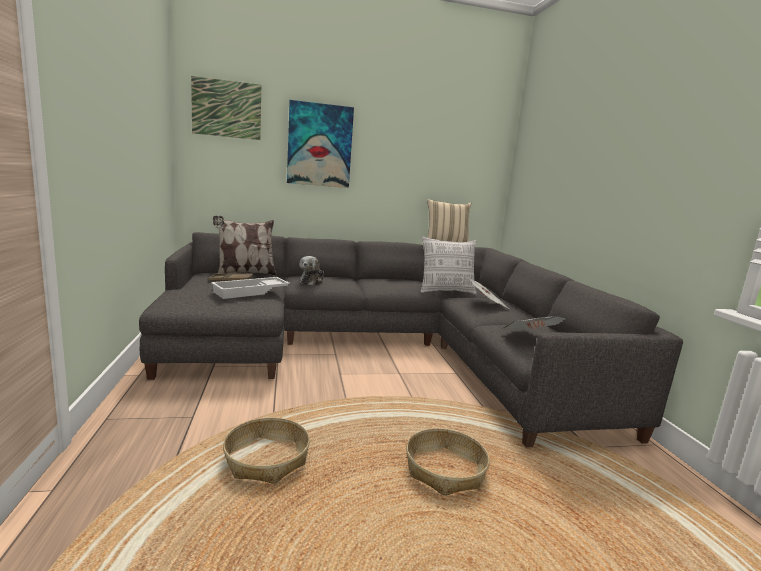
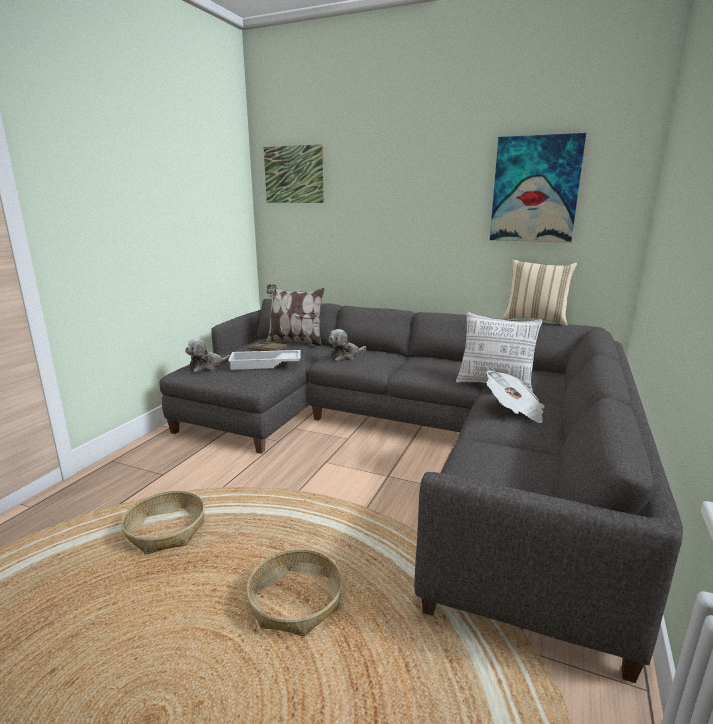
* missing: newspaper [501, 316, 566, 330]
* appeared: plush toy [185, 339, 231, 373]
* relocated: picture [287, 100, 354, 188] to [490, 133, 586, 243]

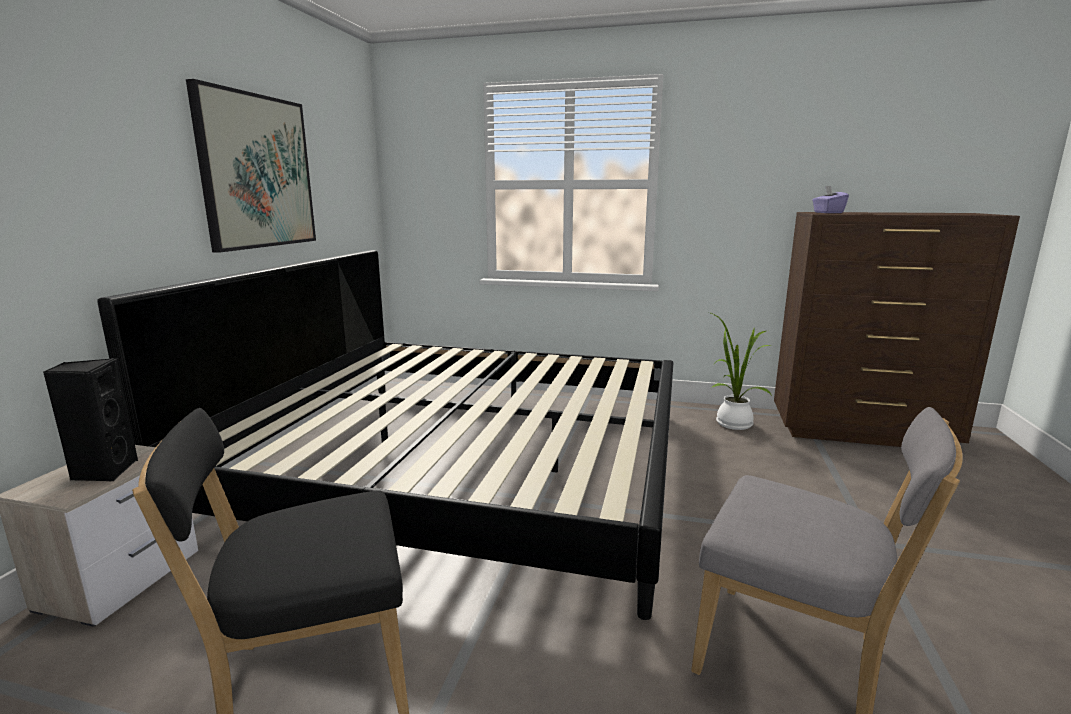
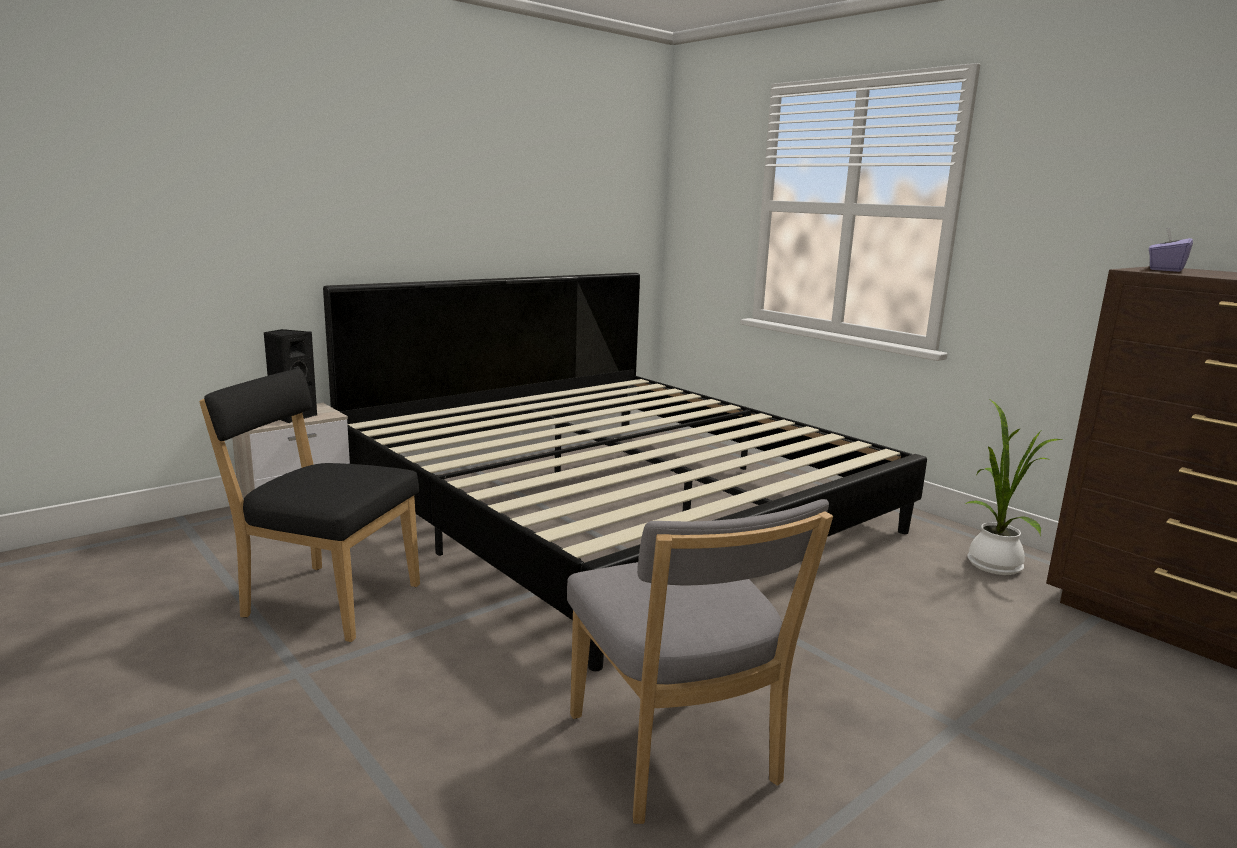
* missing: picture [186, 79, 316, 253]

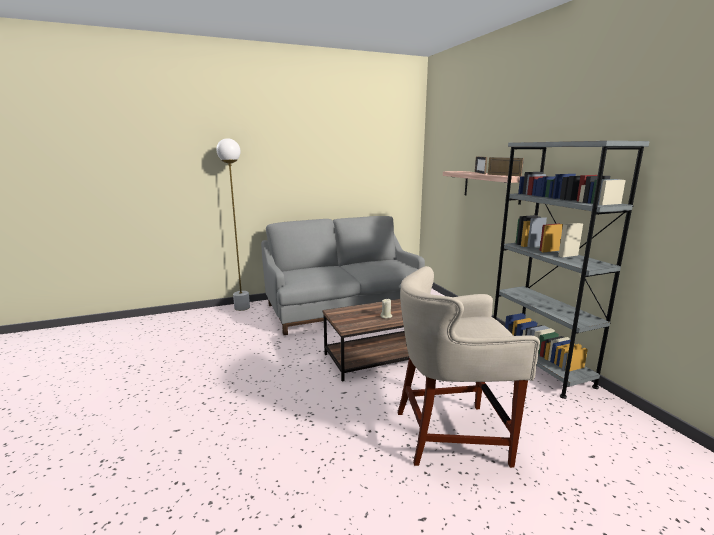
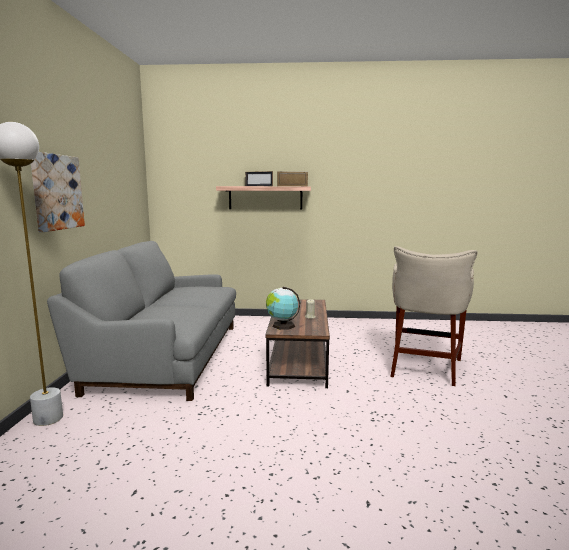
* missing: grey bookcase [493, 141, 650, 399]
* appeared: picture [31, 152, 85, 232]
* appeared: globe [266, 287, 301, 330]

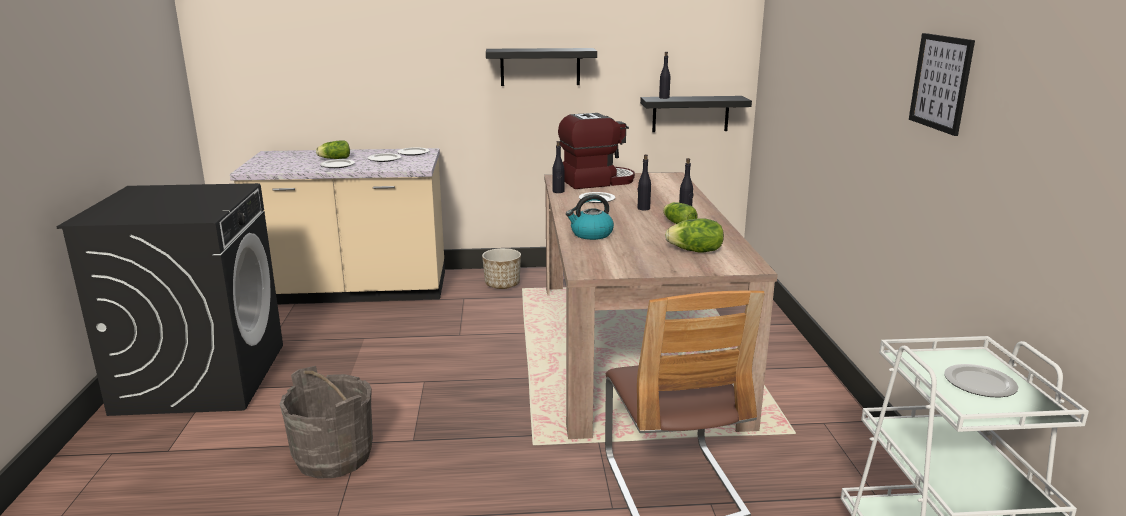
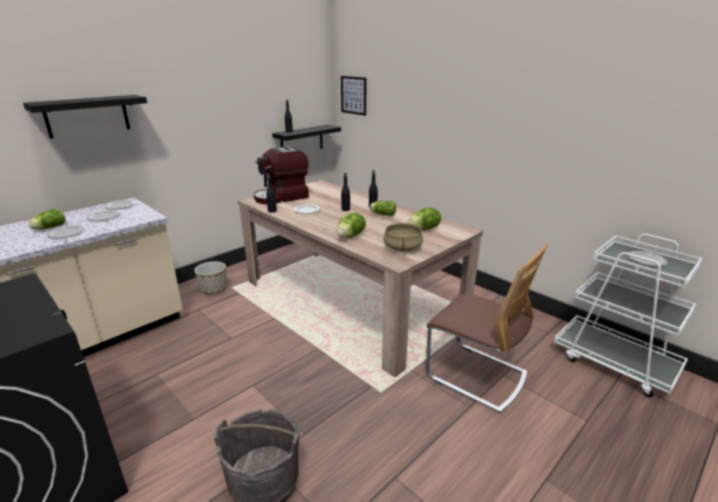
* appeared: beige cooking pot [383, 223, 423, 251]
* relocated: black shelf [486, 48, 597, 86] to [23, 95, 147, 139]
* relocated: picture [909, 33, 975, 136] to [341, 76, 366, 116]
* exchanged: kettle [566, 195, 614, 240] to lettuce [337, 213, 366, 238]
* spun: coffee machine [558, 113, 635, 189] = [254, 146, 309, 204] 150 degrees counterclockwise

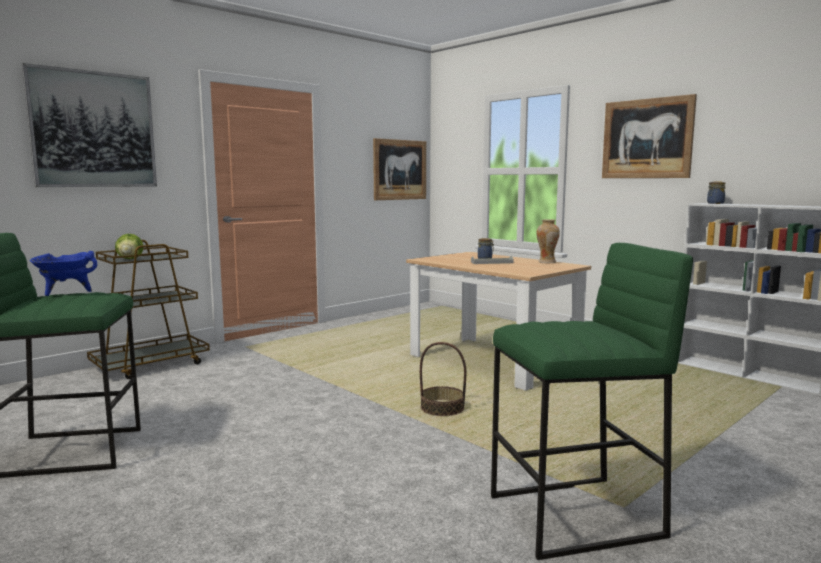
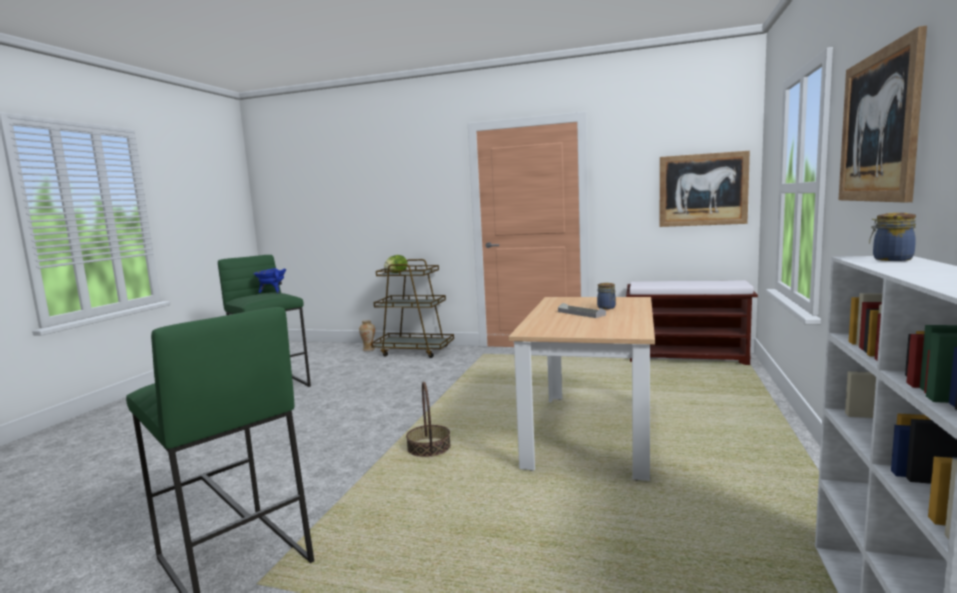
* missing: picture [22, 63, 157, 187]
* appeared: brown bench [626, 280, 758, 365]
* relocated: vase [536, 219, 560, 263] to [359, 320, 375, 351]

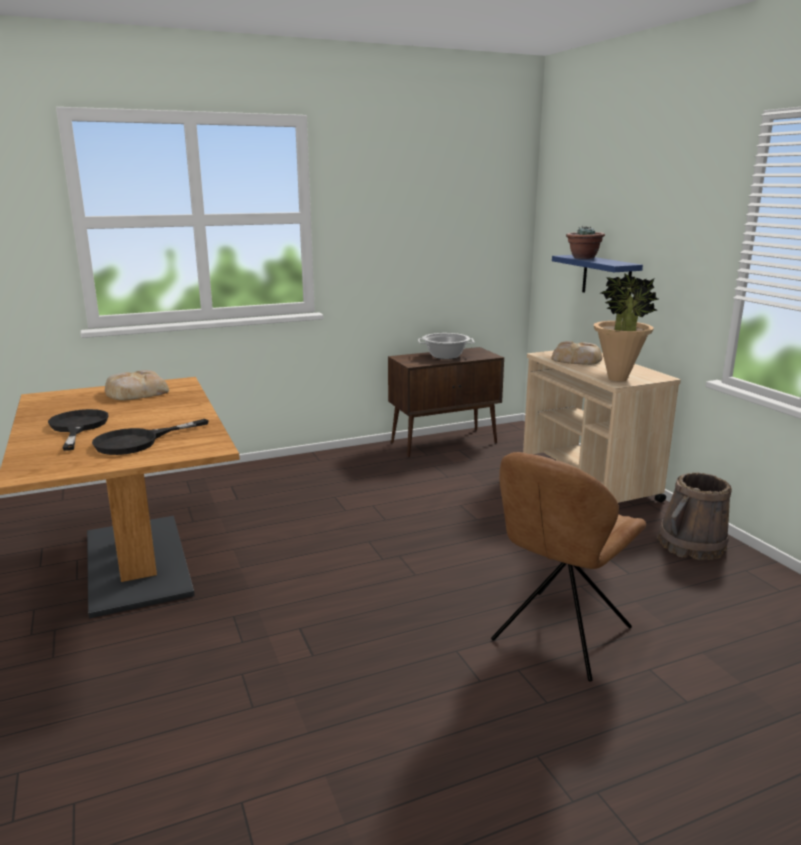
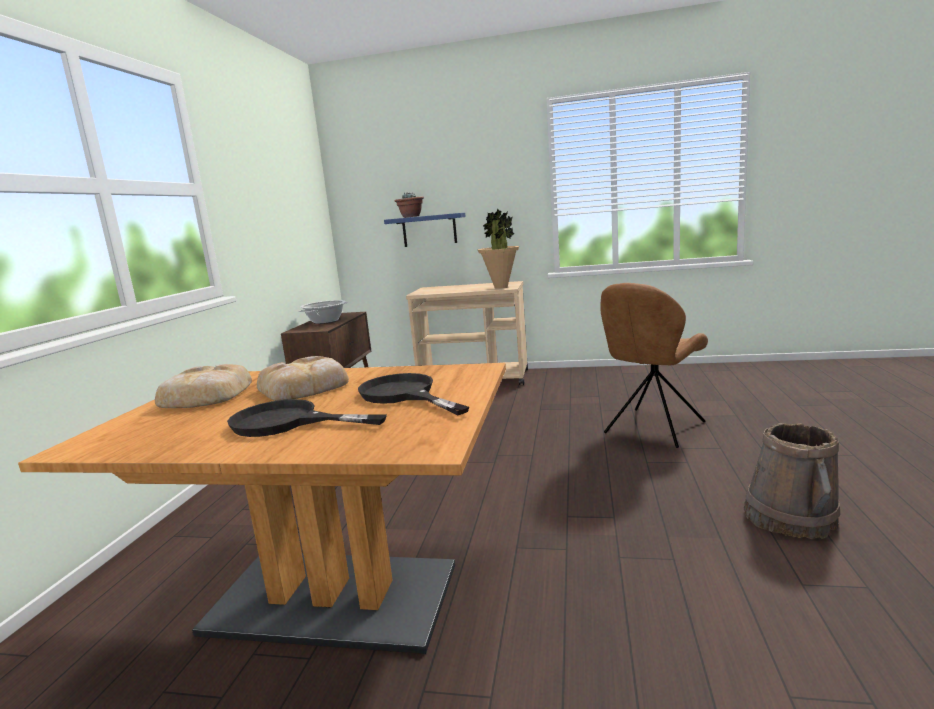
* relocated: bread [551, 341, 602, 365] to [257, 356, 349, 401]
* relocated: brown bucket [657, 472, 732, 560] to [744, 423, 840, 539]
* spun: black frying pan [92, 419, 209, 455] = [358, 373, 469, 416] 150 degrees clockwise
* spun: brown chair [491, 452, 646, 682] = [601, 283, 708, 448] 60 degrees clockwise

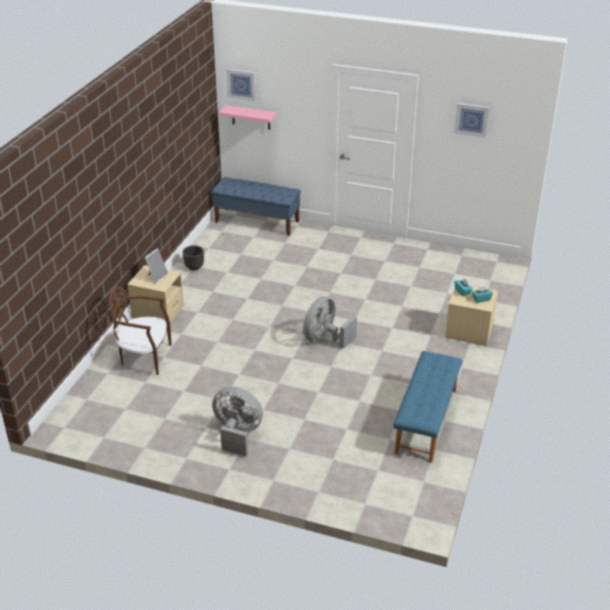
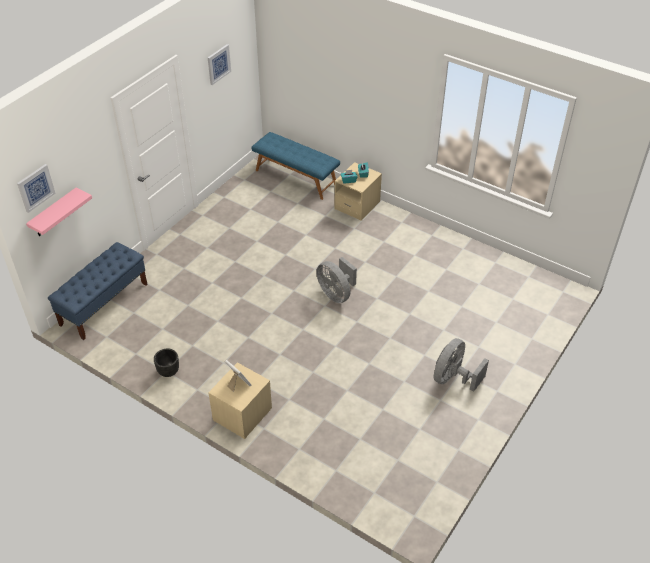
* missing: brown chair [109, 286, 171, 375]
* relocated: blue bench [393, 351, 462, 463] to [251, 132, 340, 200]

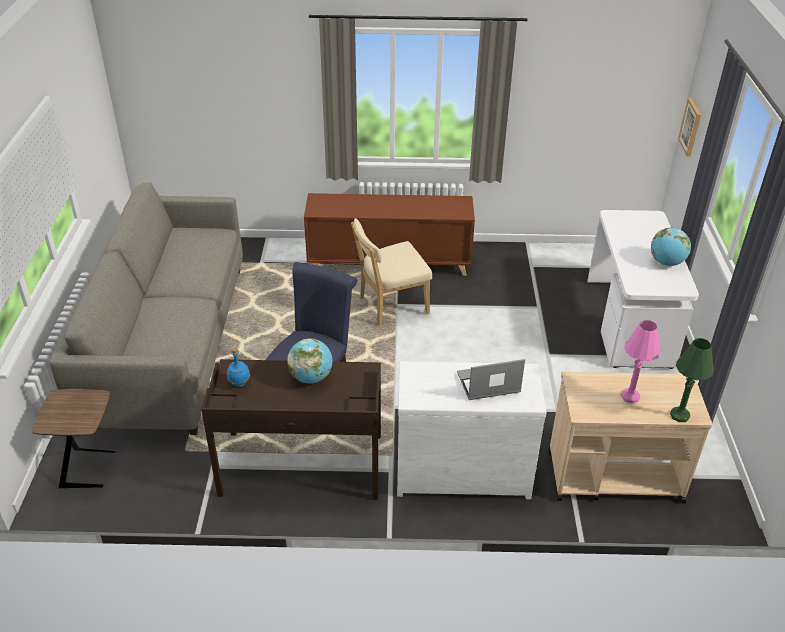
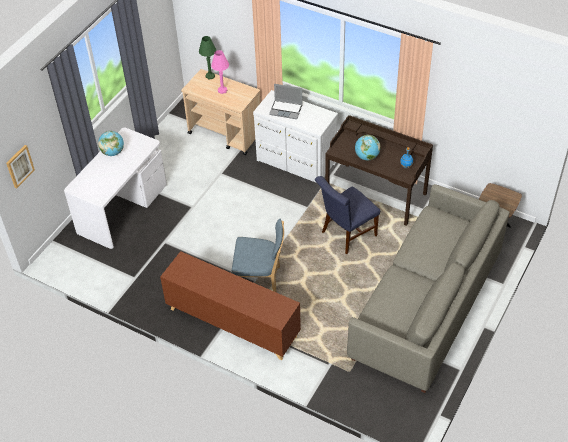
* colour: beige chair [351, 218, 432, 326] to blue chair [232, 219, 284, 293]

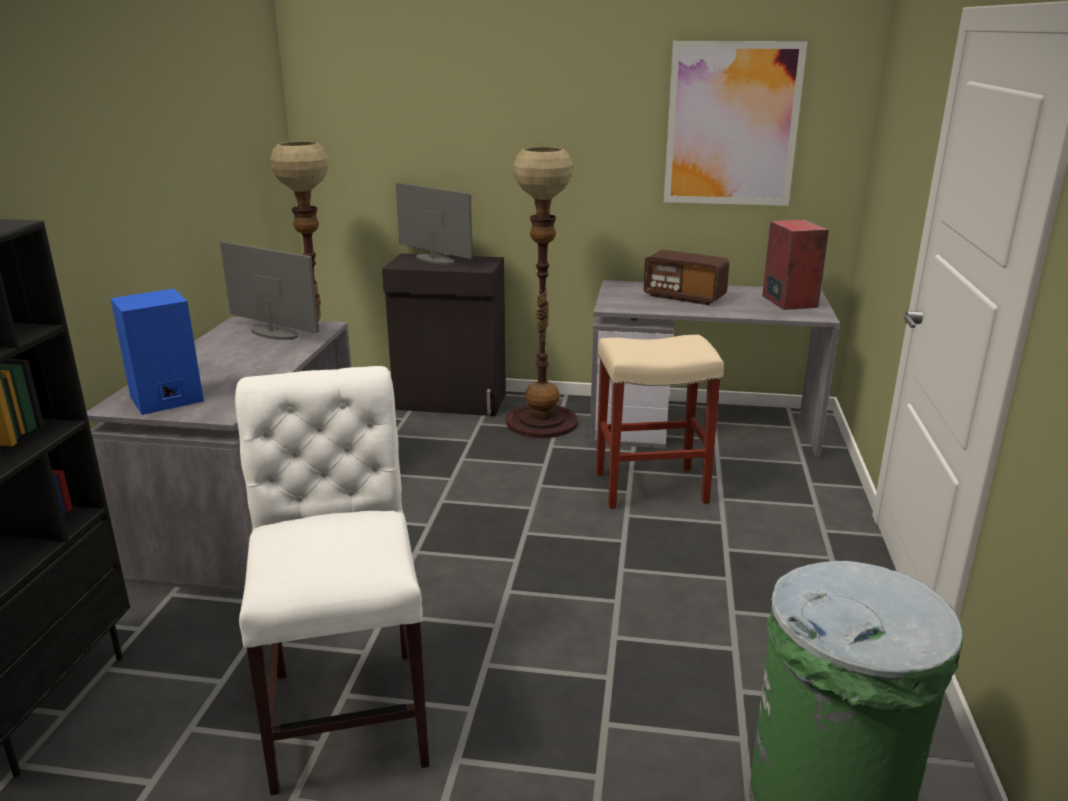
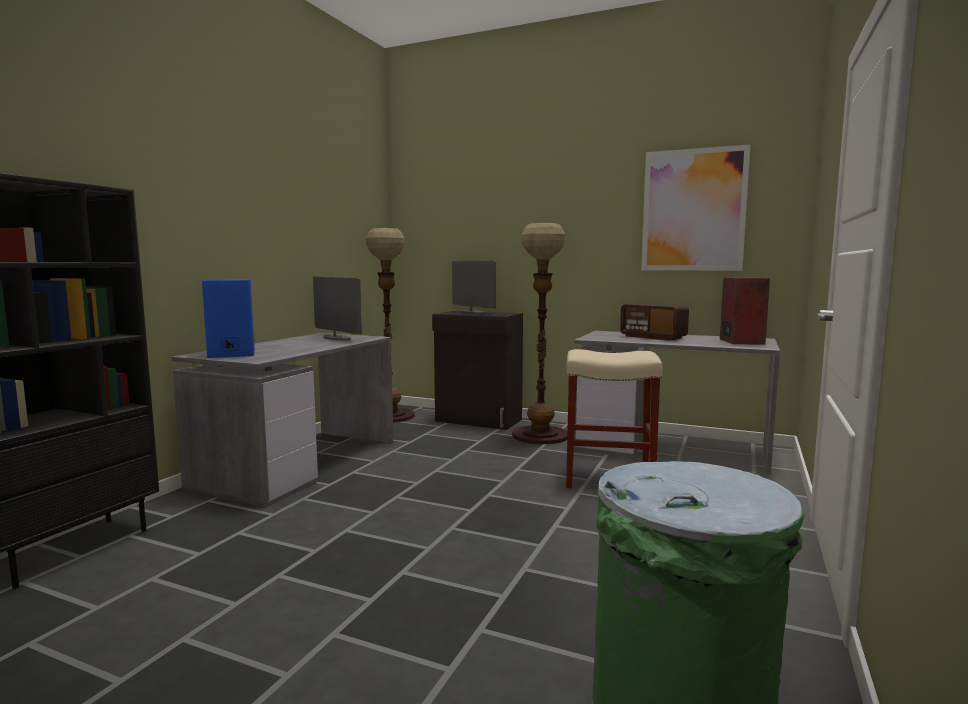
* missing: white chair [235, 366, 429, 795]

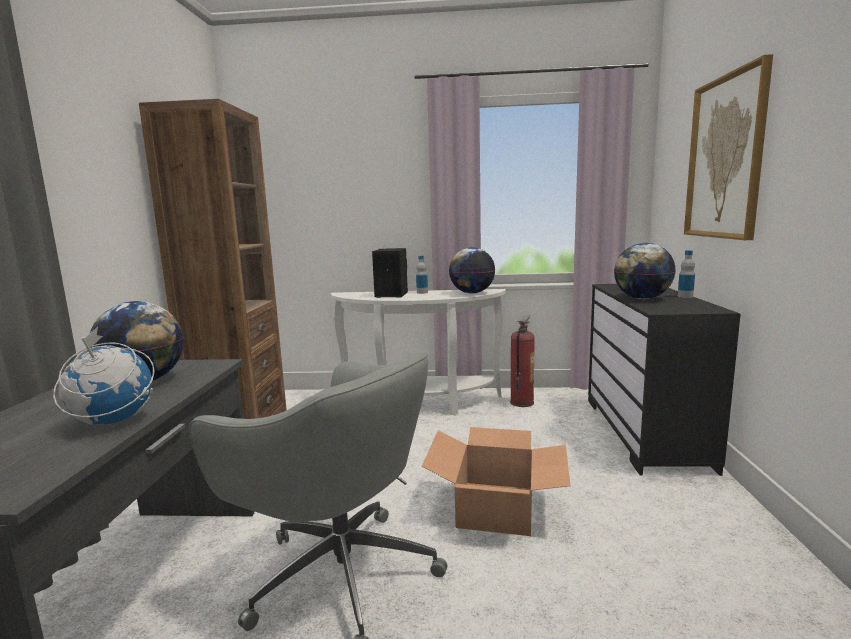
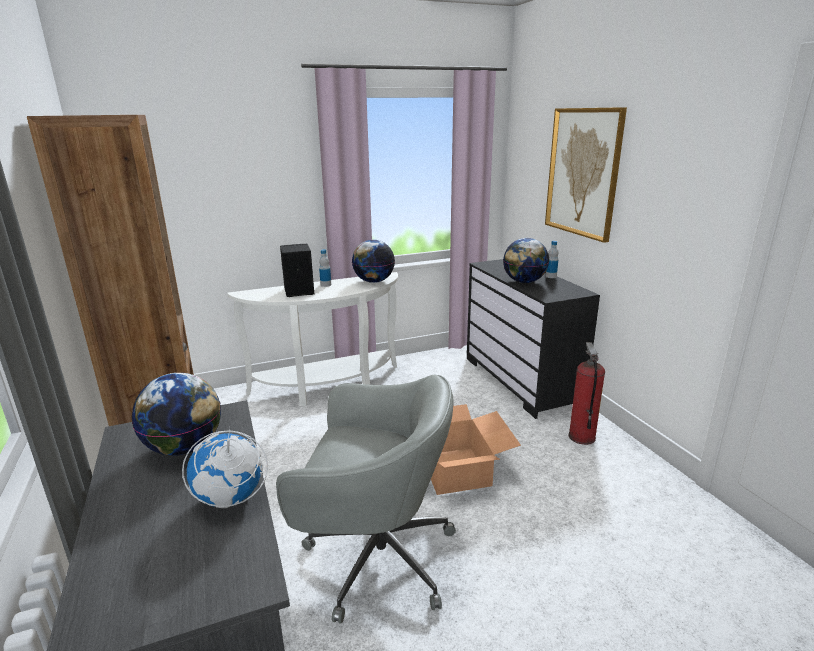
* relocated: fire extinguisher [510, 315, 535, 407] to [568, 342, 605, 445]

